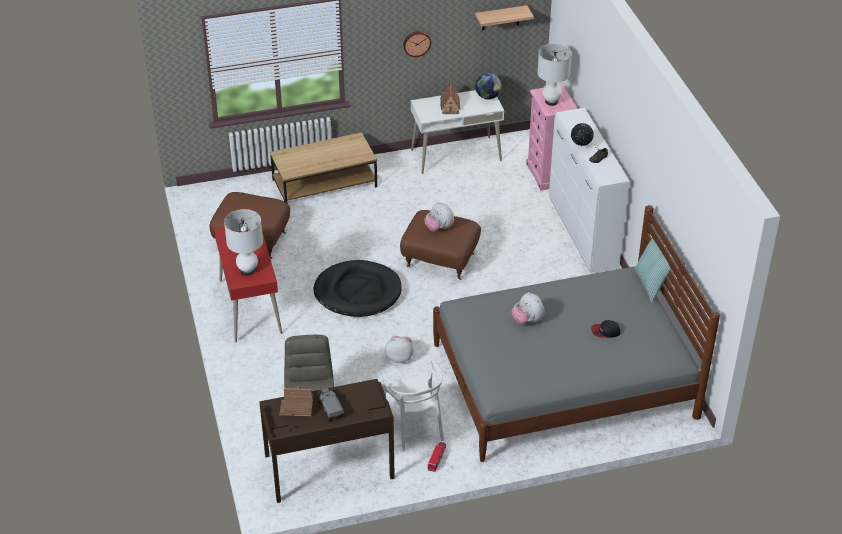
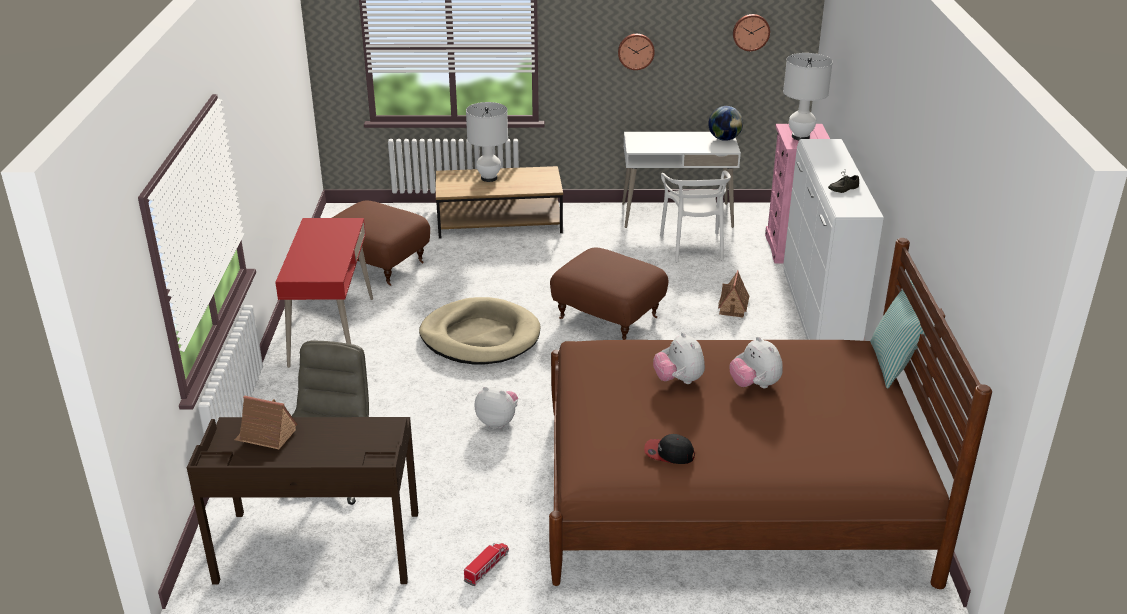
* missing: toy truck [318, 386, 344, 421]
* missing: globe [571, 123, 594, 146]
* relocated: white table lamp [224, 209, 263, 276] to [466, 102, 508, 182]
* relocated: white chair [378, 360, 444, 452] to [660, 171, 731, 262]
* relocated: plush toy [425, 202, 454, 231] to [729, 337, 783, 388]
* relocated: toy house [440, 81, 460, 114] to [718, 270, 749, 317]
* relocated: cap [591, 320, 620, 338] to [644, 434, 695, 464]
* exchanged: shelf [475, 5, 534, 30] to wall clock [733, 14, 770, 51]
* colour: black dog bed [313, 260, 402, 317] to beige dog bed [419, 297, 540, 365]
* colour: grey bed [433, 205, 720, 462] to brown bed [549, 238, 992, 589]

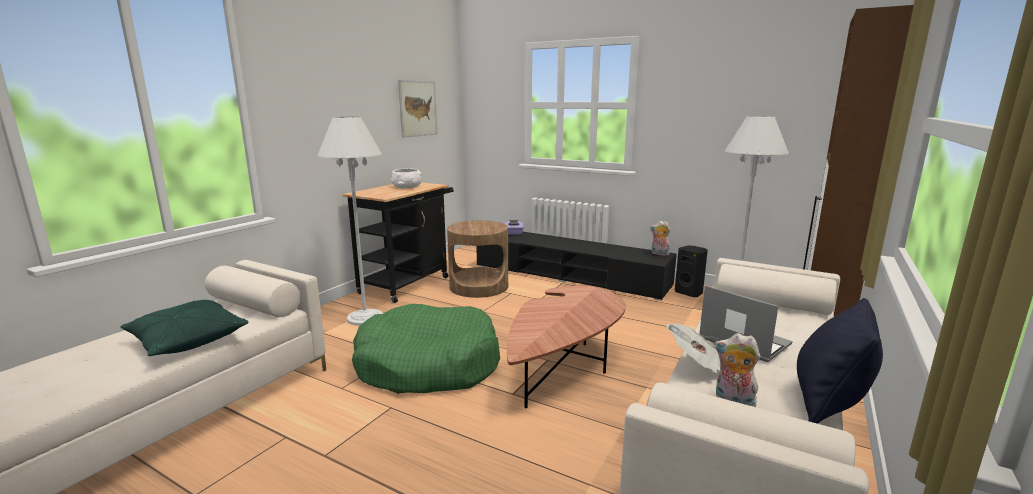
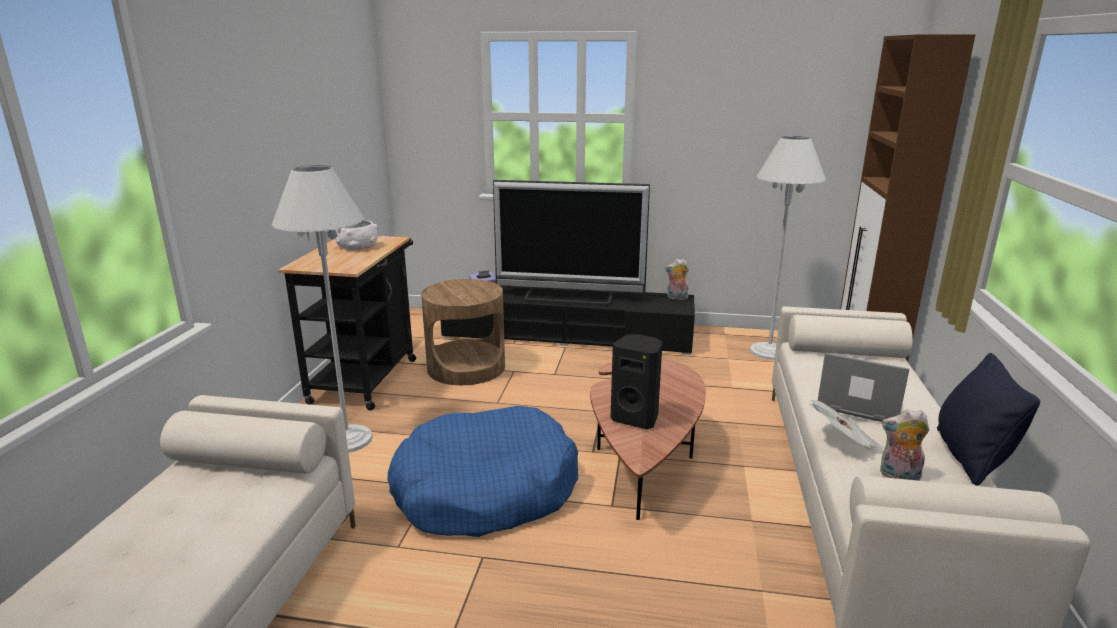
* missing: green pillow [121, 300, 248, 356]
* missing: picture [398, 80, 437, 138]
* appeared: television [493, 180, 650, 307]
* relocated: black speaker [675, 246, 708, 297] to [610, 334, 663, 429]
* colour: green dog bed [352, 304, 500, 394] to blue dog bed [387, 406, 578, 537]

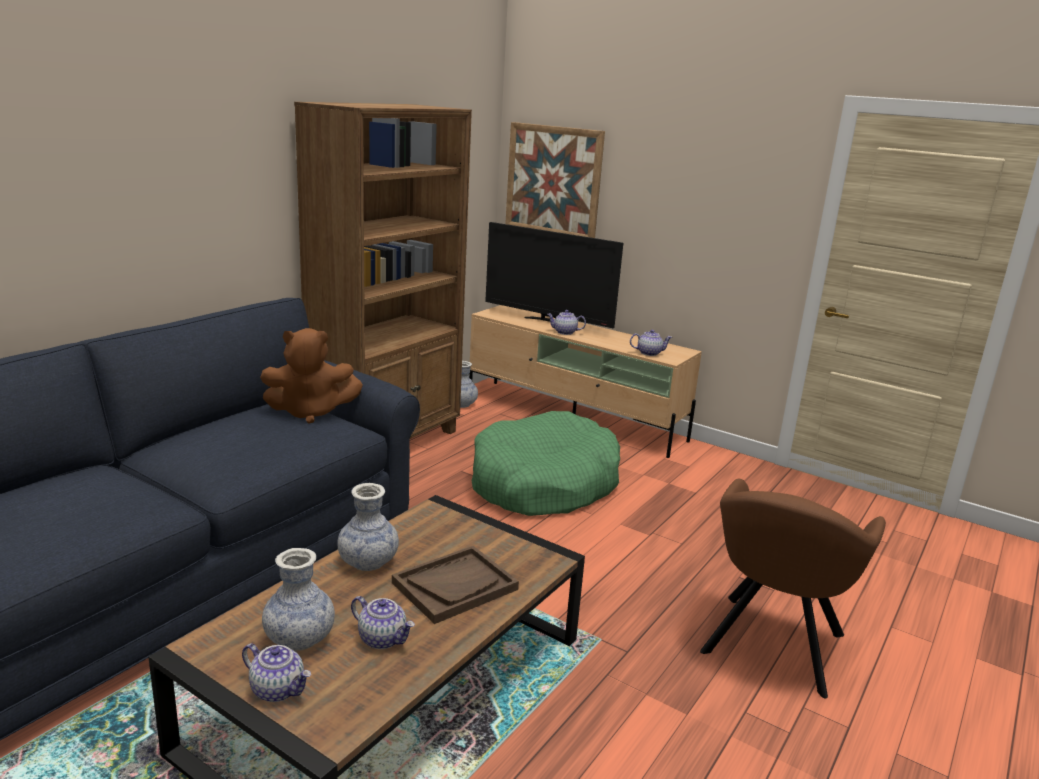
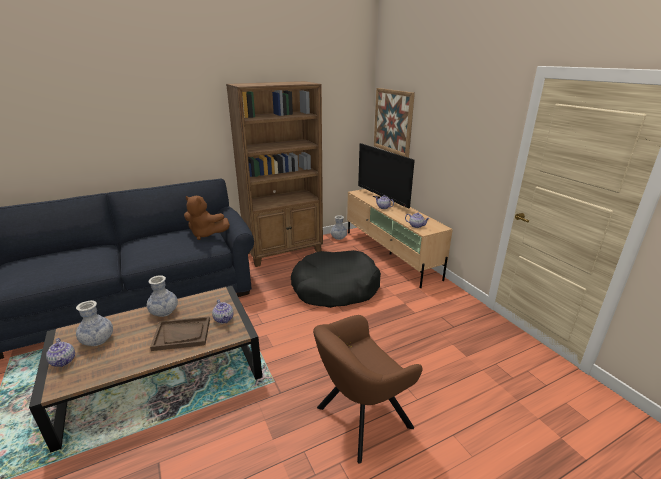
* relocated: teapot [351, 596, 415, 649] to [212, 299, 234, 323]
* colour: green dog bed [472, 411, 620, 516] to black dog bed [291, 250, 381, 308]

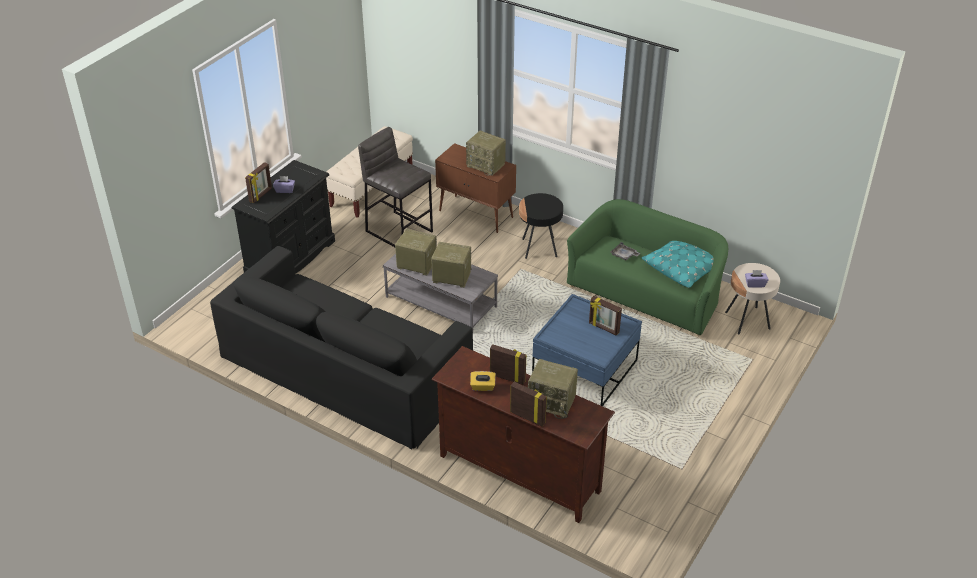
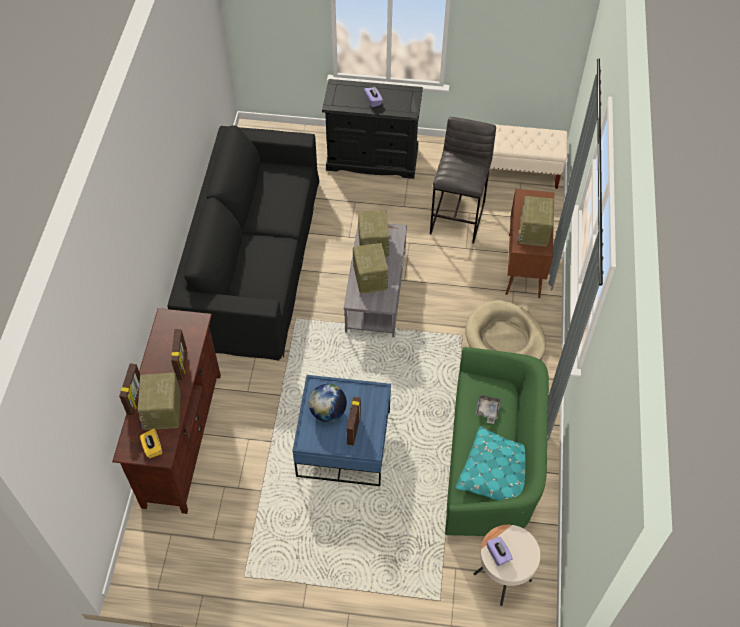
* missing: picture frame [245, 162, 272, 203]
* appeared: globe [309, 384, 347, 422]
* relocated: yellow tissue box [470, 371, 496, 391] to [140, 428, 162, 458]
* exchanged: black side table [519, 193, 563, 259] to beige dog bed [465, 300, 546, 360]

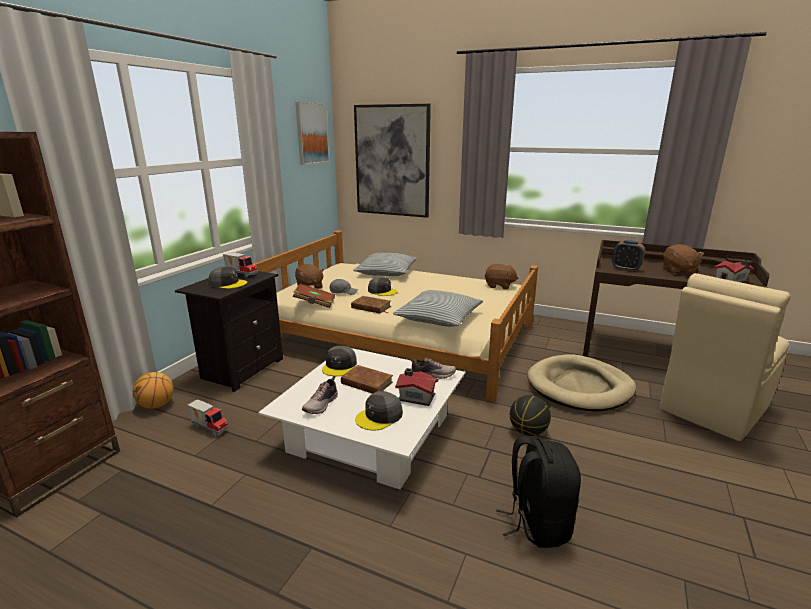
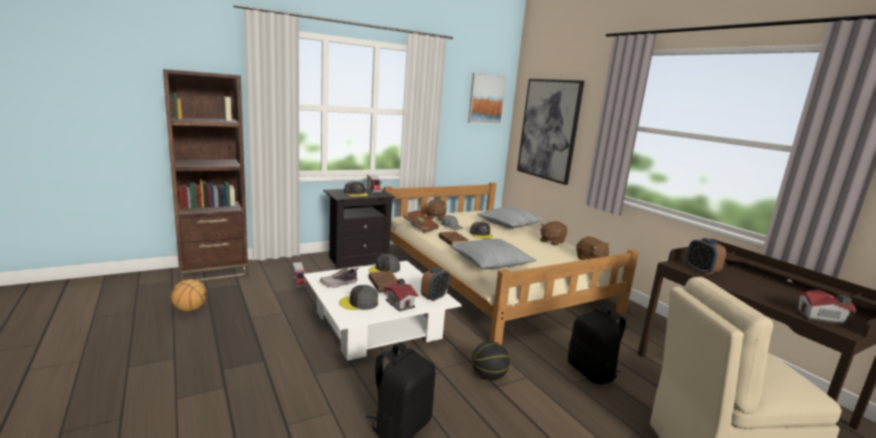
* relocated: basketball [133, 372, 174, 409] to [171, 279, 207, 312]
* relocated: brown plush toy [663, 244, 704, 275] to [540, 221, 567, 246]
* exchanged: shoe [410, 357, 456, 379] to alarm clock [421, 267, 450, 301]
* exchanged: beige dog bed [528, 355, 636, 411] to black backpack [568, 307, 626, 385]

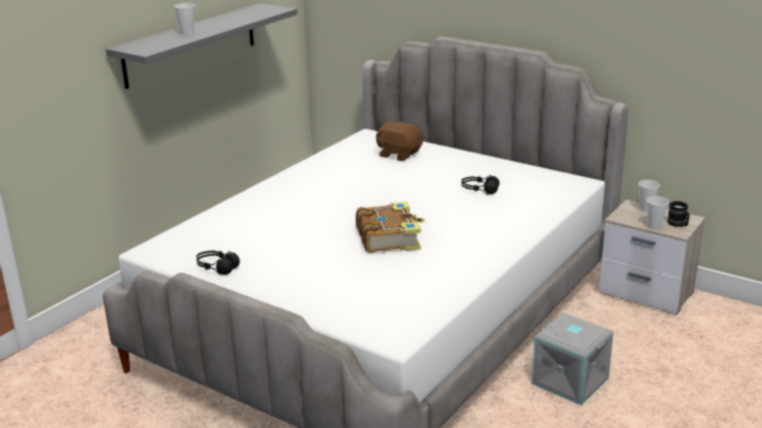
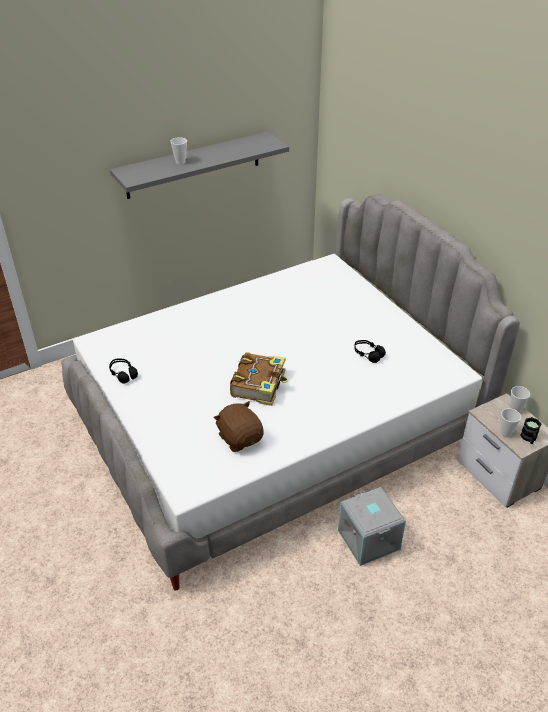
* relocated: brown plush toy [376, 121, 423, 161] to [214, 401, 264, 452]

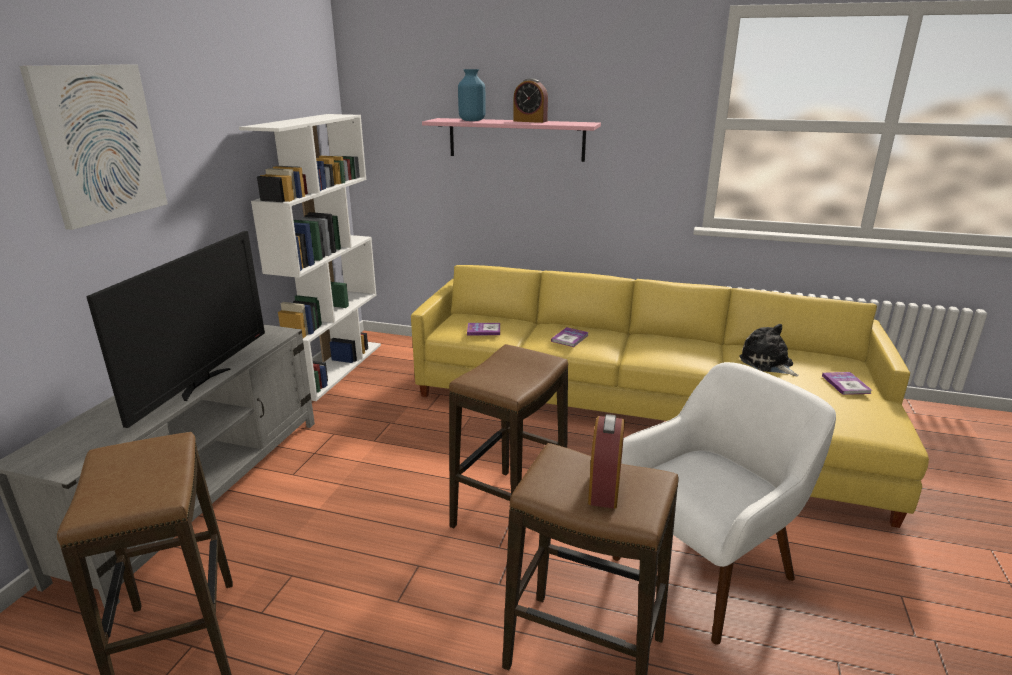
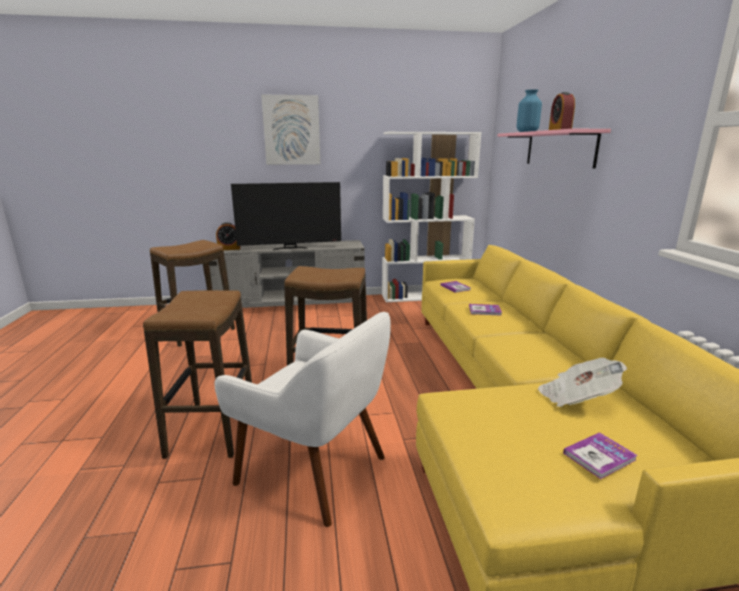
* relocated: alarm clock [588, 414, 625, 509] to [216, 222, 241, 250]
* exchanged: plush toy [739, 324, 799, 376] to newspaper [538, 358, 627, 407]

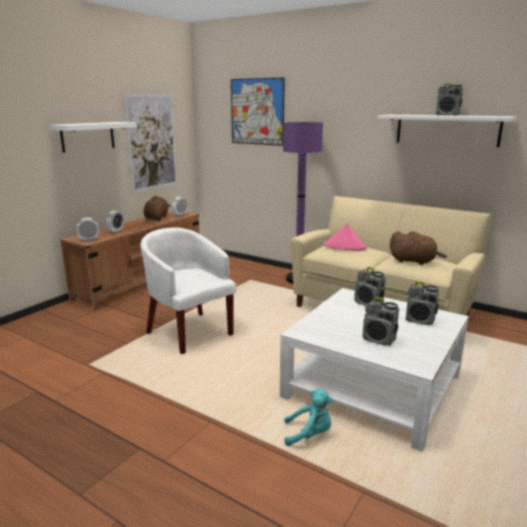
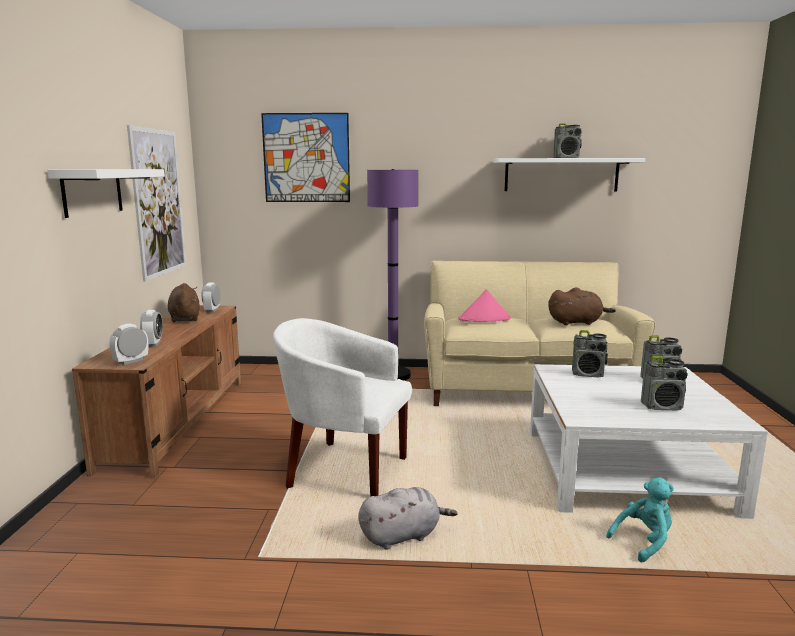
* appeared: grey plush toy [358, 487, 458, 550]

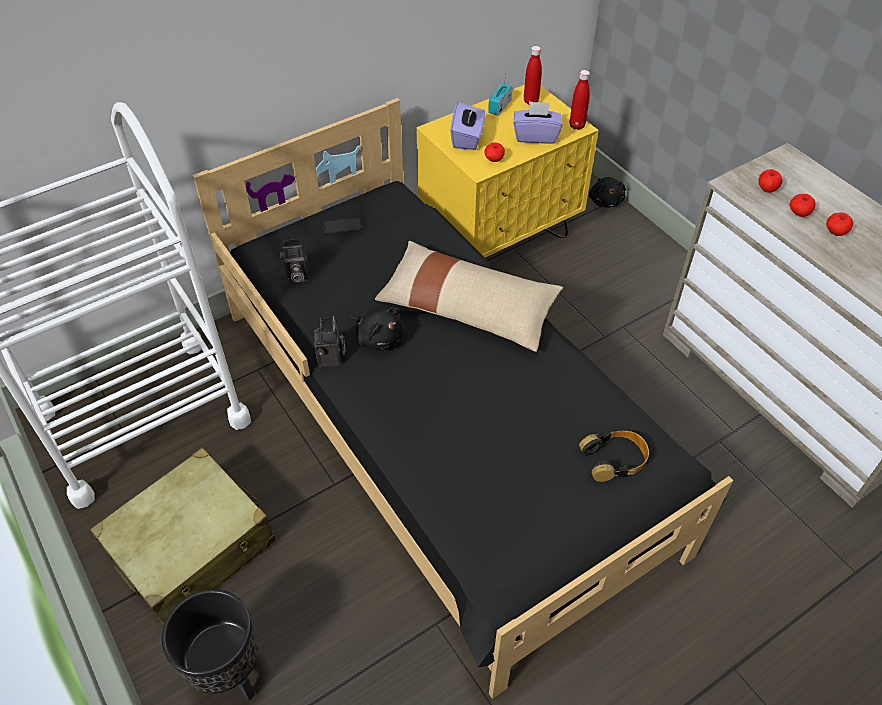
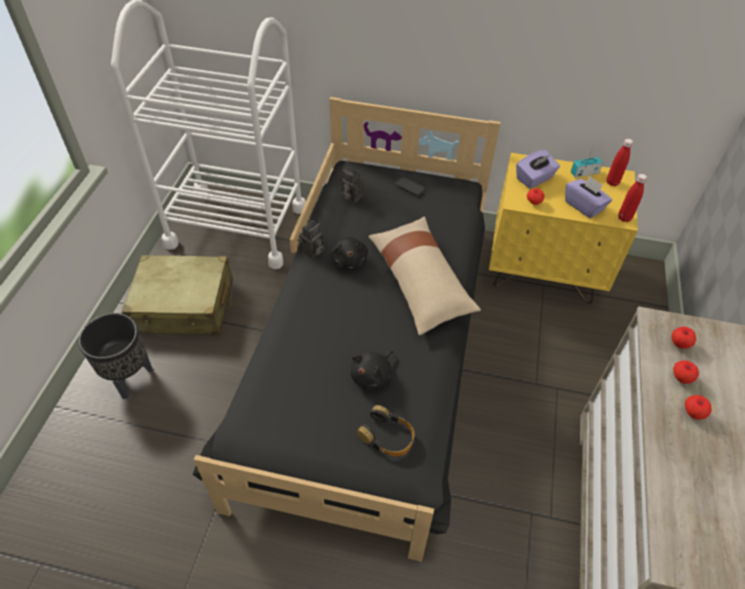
* relocated: black plush toy [589, 177, 626, 207] to [350, 350, 394, 389]

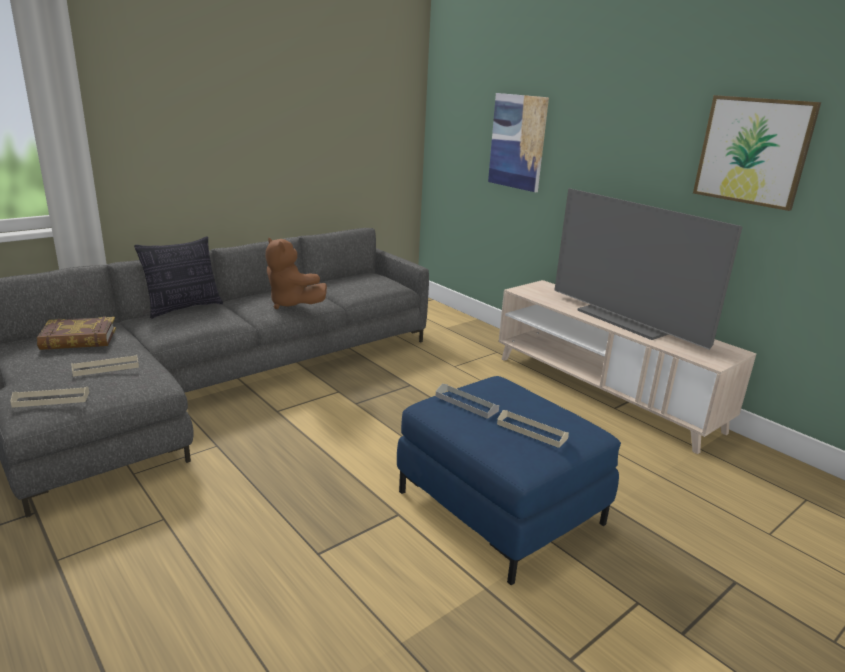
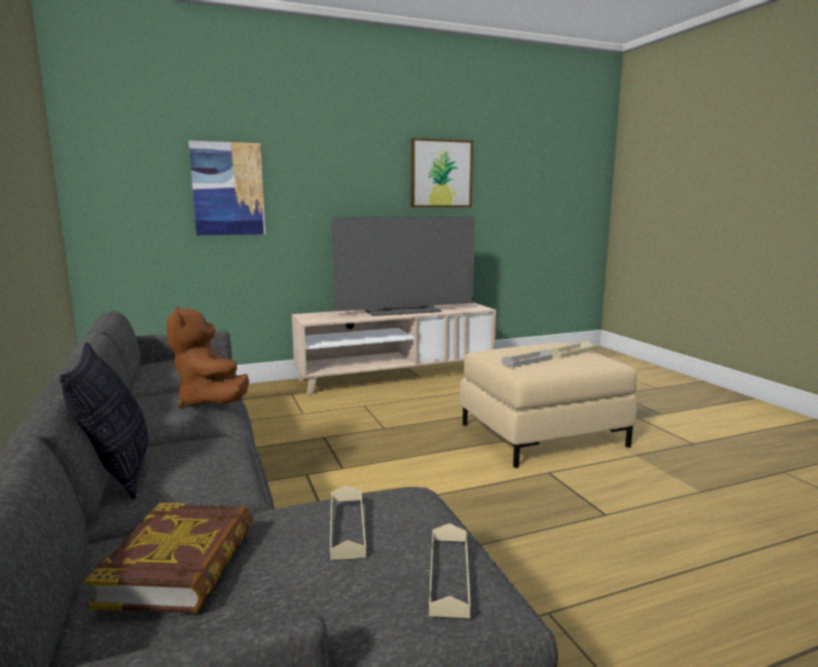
* colour: blue ottoman [397, 376, 621, 585] to beige ottoman [459, 343, 637, 468]
* spun: brown plush toy [265, 237, 327, 309] = [166, 307, 249, 408] 90 degrees clockwise

